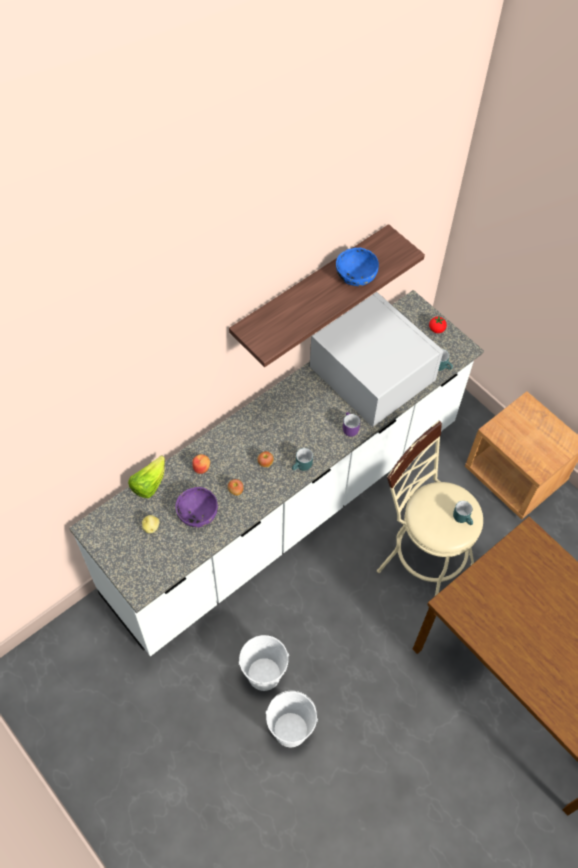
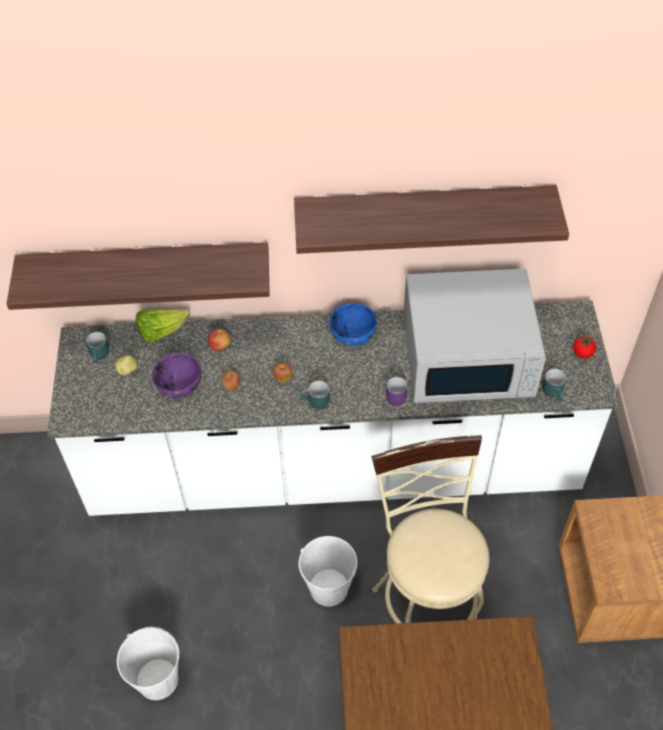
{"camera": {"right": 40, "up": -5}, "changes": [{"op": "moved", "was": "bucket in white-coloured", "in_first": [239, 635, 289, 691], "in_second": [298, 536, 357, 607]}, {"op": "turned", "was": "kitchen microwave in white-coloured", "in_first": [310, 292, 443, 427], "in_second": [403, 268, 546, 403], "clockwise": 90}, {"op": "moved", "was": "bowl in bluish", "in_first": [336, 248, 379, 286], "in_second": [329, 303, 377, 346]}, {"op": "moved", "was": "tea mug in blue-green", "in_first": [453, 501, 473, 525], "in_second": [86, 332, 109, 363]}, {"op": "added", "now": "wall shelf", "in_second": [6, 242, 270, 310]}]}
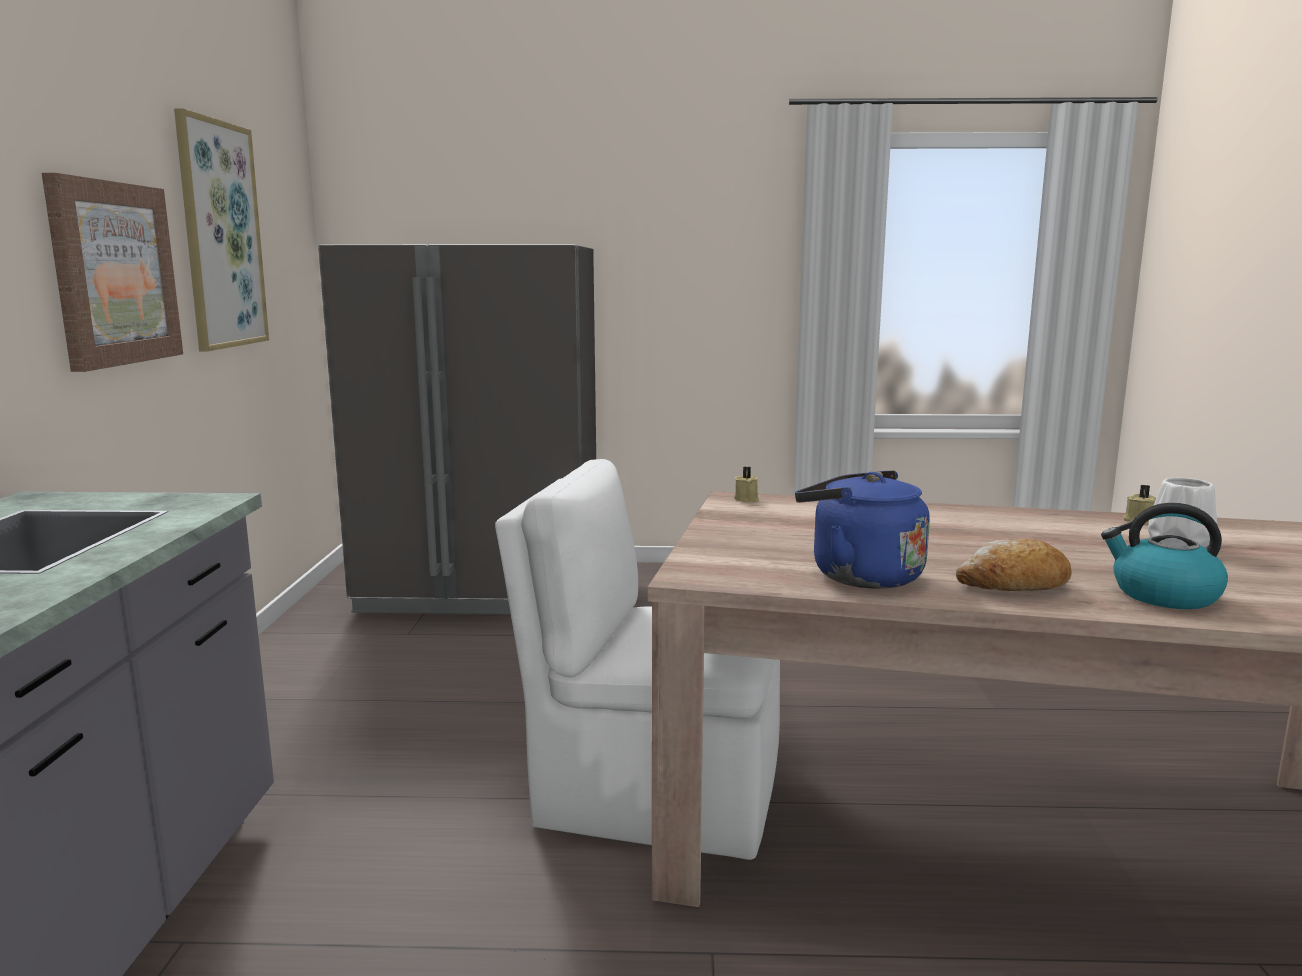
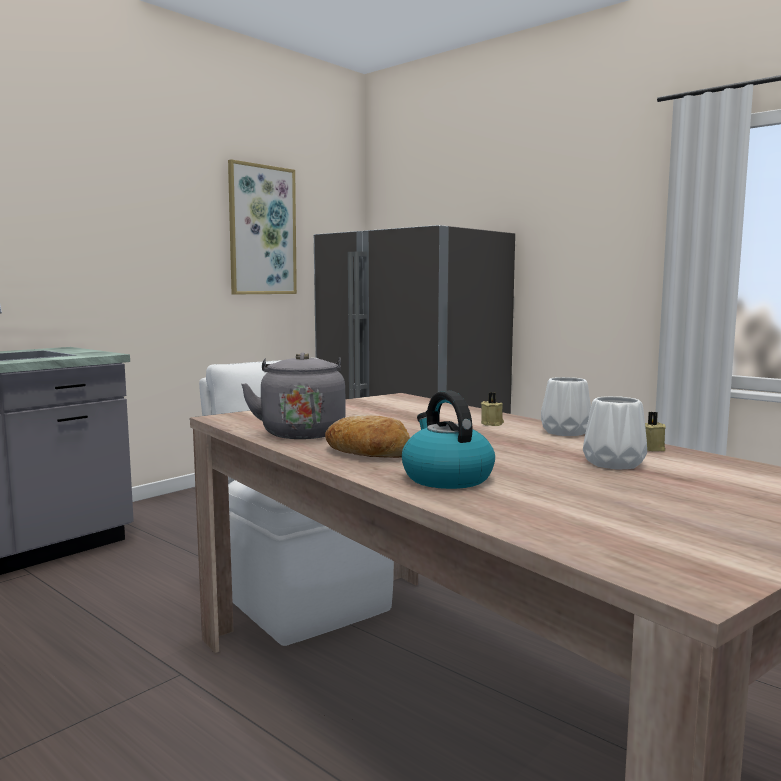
{"camera": {"right": 40, "up": -5}, "changes": [{"op": "removed", "was": "picture", "in_first": [42, 173, 183, 372]}, {"op": "moved", "was": "candle in beige", "in_first": [734, 467, 759, 503], "in_second": [481, 392, 504, 426]}, {"op": "recoloured", "was": "tea kettle in bluish", "now": "tea kettle in gray", "in_first": [795, 470, 930, 589], "in_second": [241, 352, 346, 439]}, {"op": "added", "now": "flower vase in white-coloured", "in_second": [541, 377, 591, 436]}]}
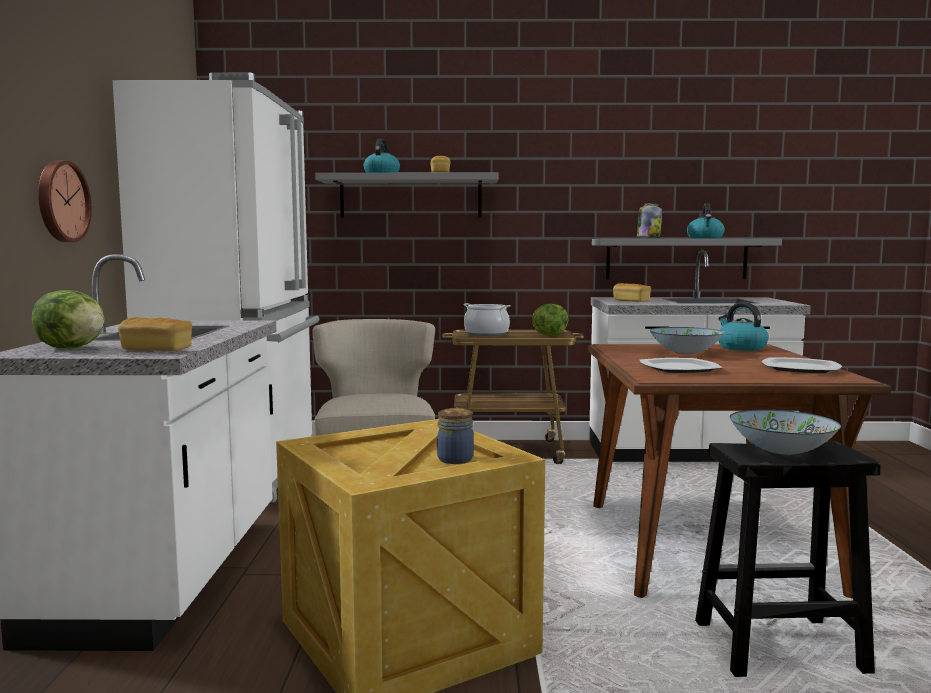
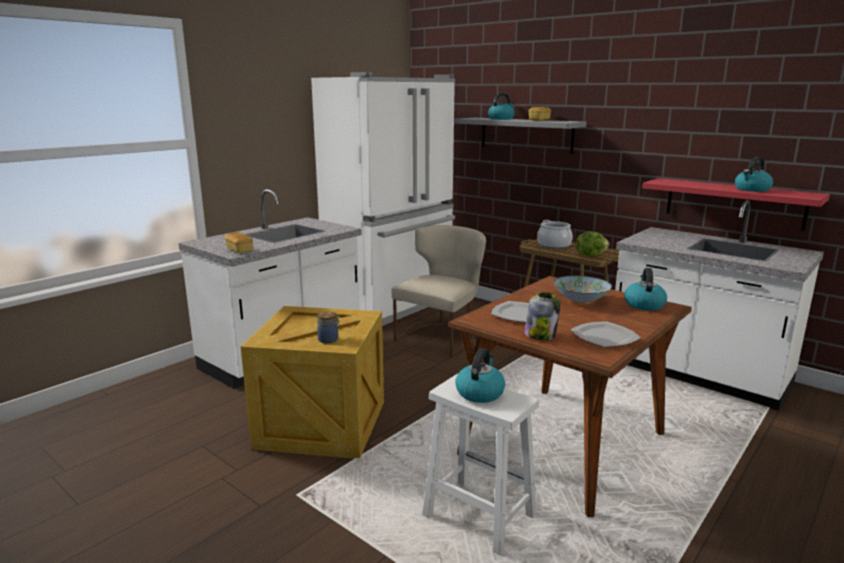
{"camera": {"right": 40, "up": 10}, "changes": [{"op": "removed", "was": "lettuce", "in_first": [32, 290, 105, 348]}, {"op": "removed", "was": "clock on the wall", "in_first": [38, 160, 92, 242]}, {"op": "recoloured", "was": "wall shelf in gray", "now": "wall shelf in reddish", "in_first": [592, 239, 782, 279], "in_second": [642, 178, 830, 231]}, {"op": "removed", "was": "bread", "in_first": [613, 283, 651, 302]}, {"op": "moved", "was": "jar", "in_first": [637, 203, 662, 239], "in_second": [525, 292, 561, 340]}, {"op": "recoloured", "was": "stool seat in blackish", "now": "stool seat in white-coloured", "in_first": [695, 442, 881, 677], "in_second": [422, 374, 539, 556]}, {"op": "replaced", "was": "bowl", "now": "tea kettle", "in_first": [730, 409, 841, 455], "in_second": [455, 348, 505, 403]}]}
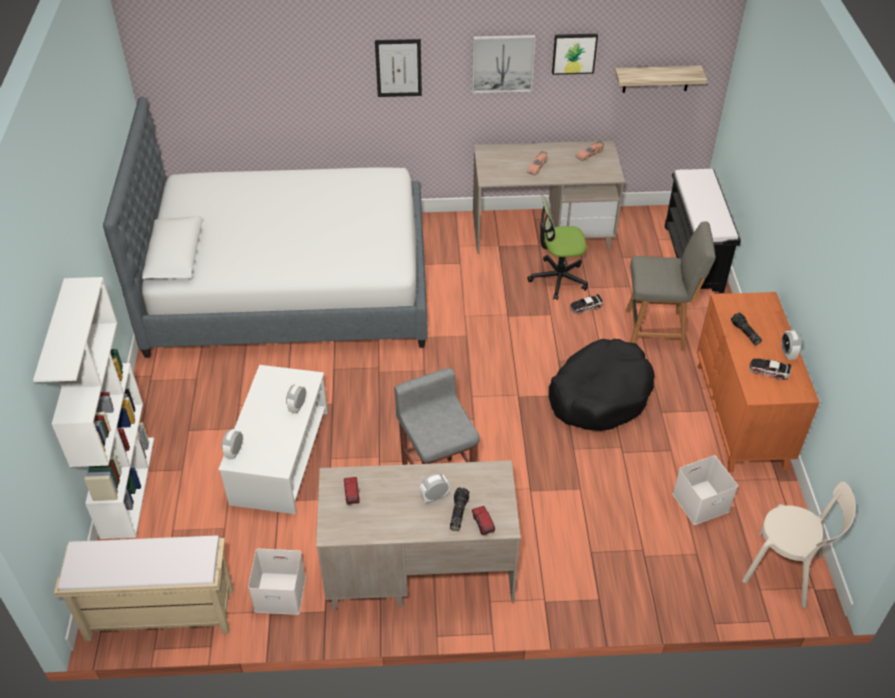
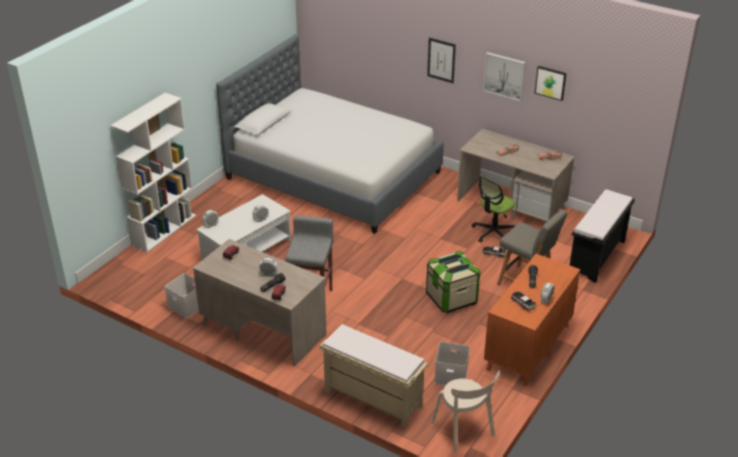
{"camera": {"right": 35, "up": -10}, "changes": [{"op": "moved", "was": "bench in beige", "in_first": [54, 535, 234, 641], "in_second": [319, 324, 428, 428]}, {"op": "turned", "was": "desk chair", "in_first": [527, 195, 588, 300], "in_second": [472, 176, 515, 242], "clockwise": -75}, {"op": "replaced", "was": "pet bed in blackish", "now": "storage bin", "in_first": [549, 339, 655, 431], "in_second": [426, 251, 480, 313]}, {"op": "removed", "was": "wall shelf", "in_first": [615, 66, 707, 93]}]}
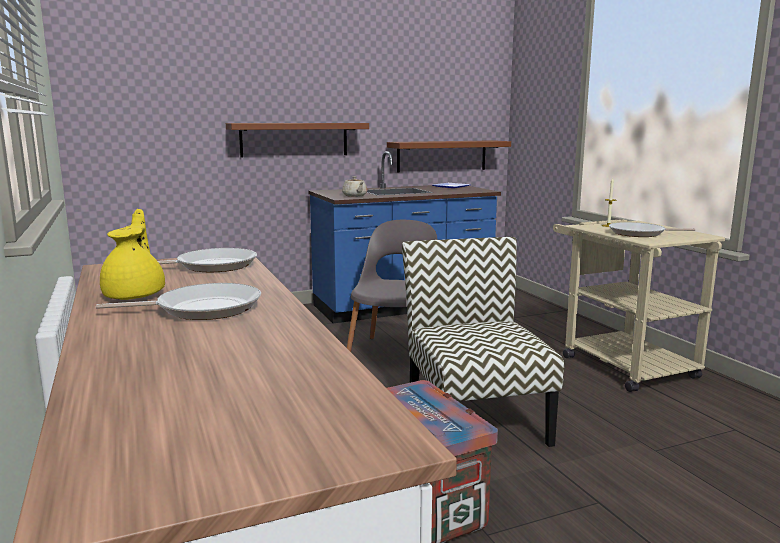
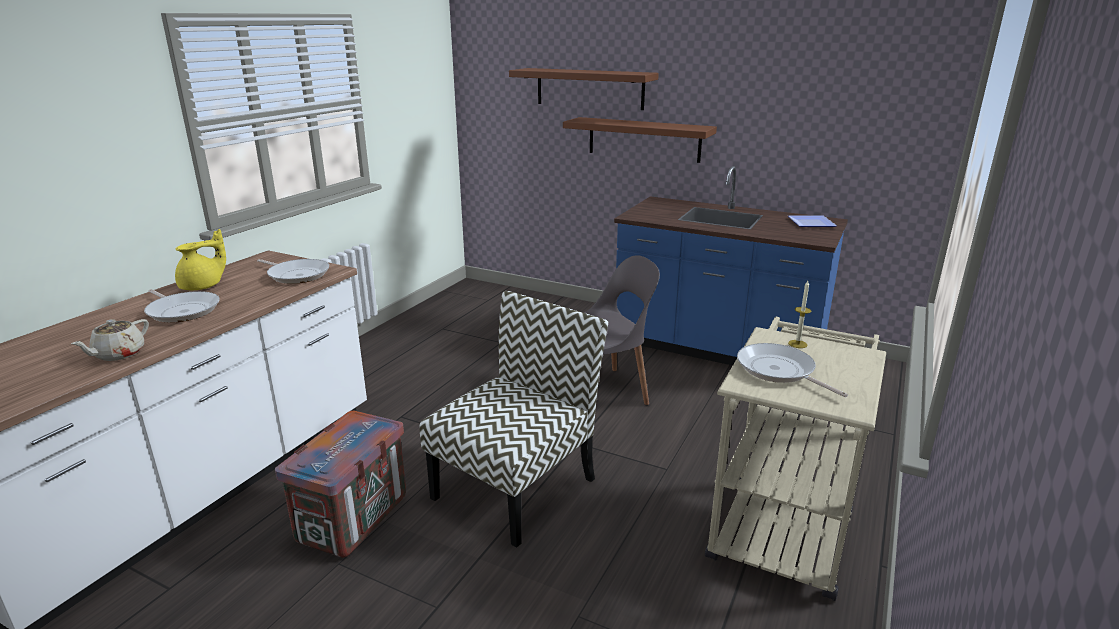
{"camera": {"right": 50, "up": 10}, "changes": [{"op": "moved", "was": "pot for tea in beige", "in_first": [342, 176, 367, 197], "in_second": [71, 319, 149, 361]}, {"op": "moved", "was": "wall shelf in brown-coloured", "in_first": [387, 140, 511, 173], "in_second": [509, 68, 659, 110]}]}
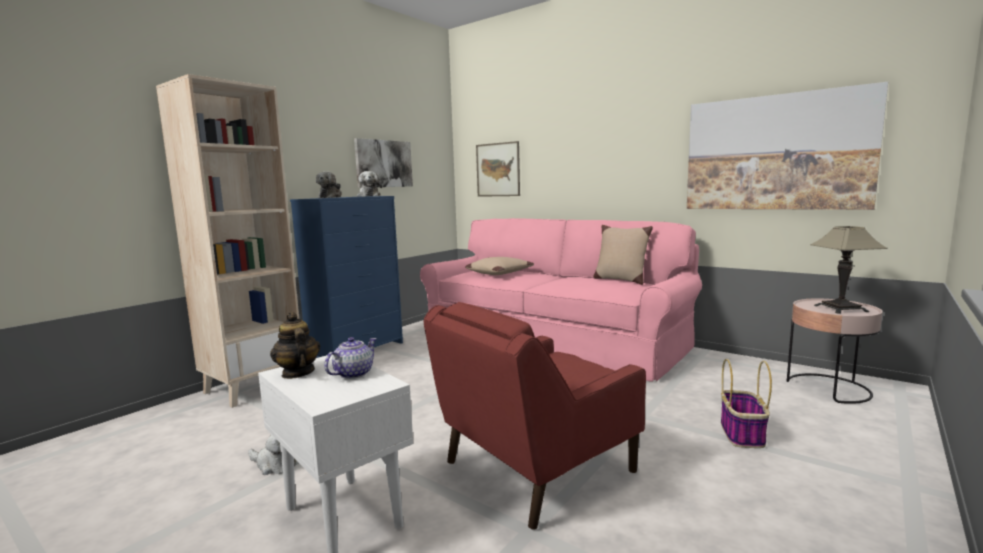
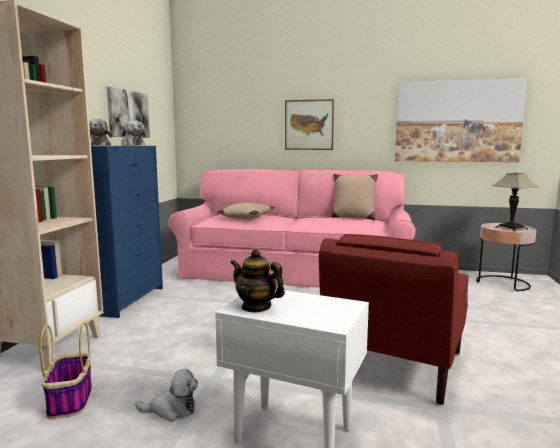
{"camera": {"right": -25, "up": 0}, "changes": [{"op": "removed", "was": "pot for tea", "in_first": [324, 337, 377, 379]}, {"op": "moved", "was": "picture", "in_first": [476, 141, 520, 197], "in_second": [285, 99, 334, 150]}, {"op": "moved", "was": "basket", "in_first": [721, 359, 772, 448], "in_second": [39, 323, 92, 419]}]}
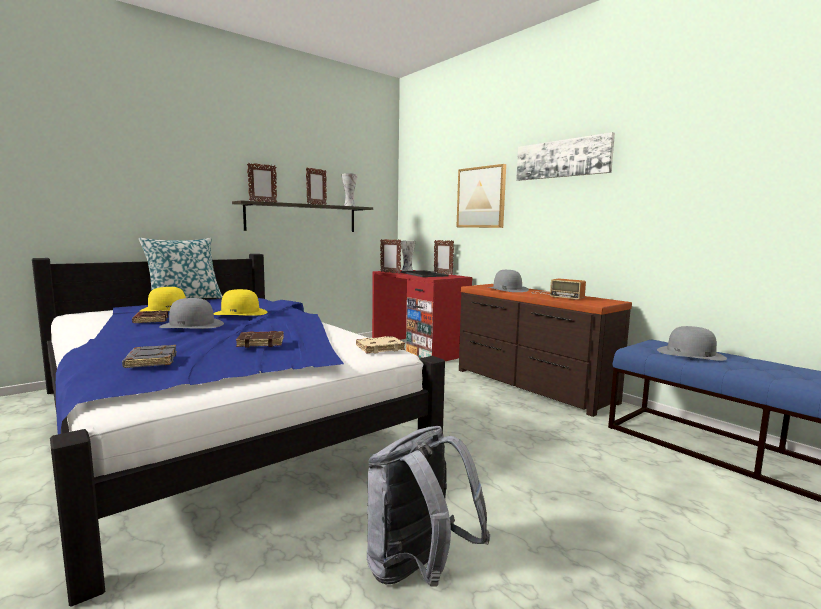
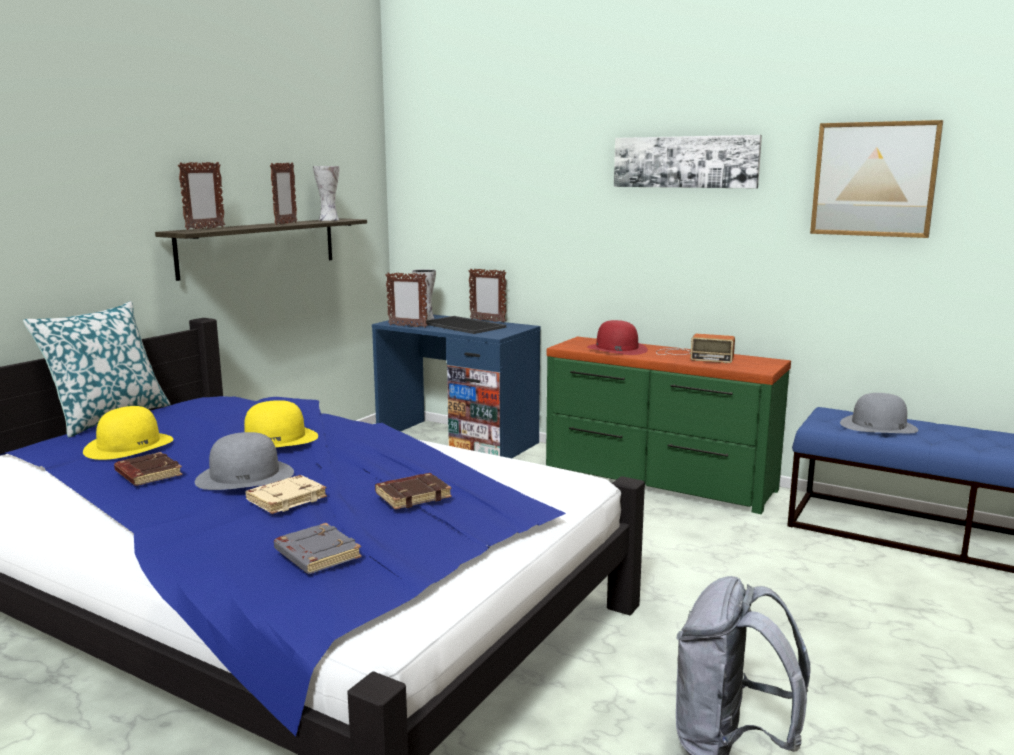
{"camera": {"right": -20, "up": 5}, "changes": [{"op": "moved", "was": "volume in beige", "in_first": [356, 336, 405, 354], "in_second": [246, 475, 327, 514]}, {"op": "recoloured", "was": "desk in reddish", "now": "desk in bluish", "in_first": [372, 270, 472, 361], "in_second": [372, 315, 541, 458]}, {"op": "moved", "was": "picture", "in_first": [456, 164, 506, 228], "in_second": [810, 120, 943, 238]}, {"op": "recoloured", "was": "dresser in brown-coloured", "now": "dresser in green-coloured", "in_first": [459, 284, 632, 417], "in_second": [546, 337, 791, 514]}, {"op": "recoloured", "was": "wearable hat in gray", "now": "wearable hat in reddish", "in_first": [487, 270, 529, 292], "in_second": [587, 320, 648, 355]}]}
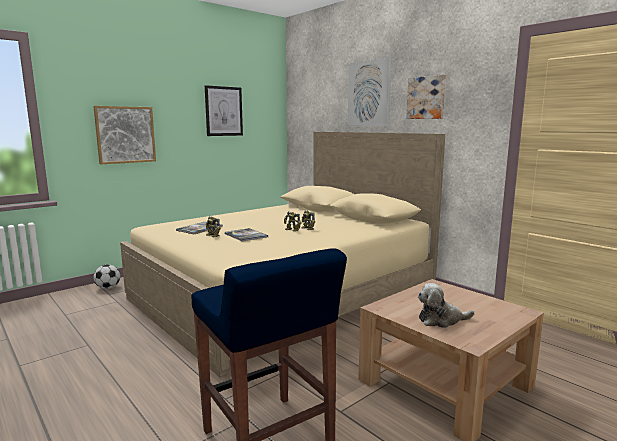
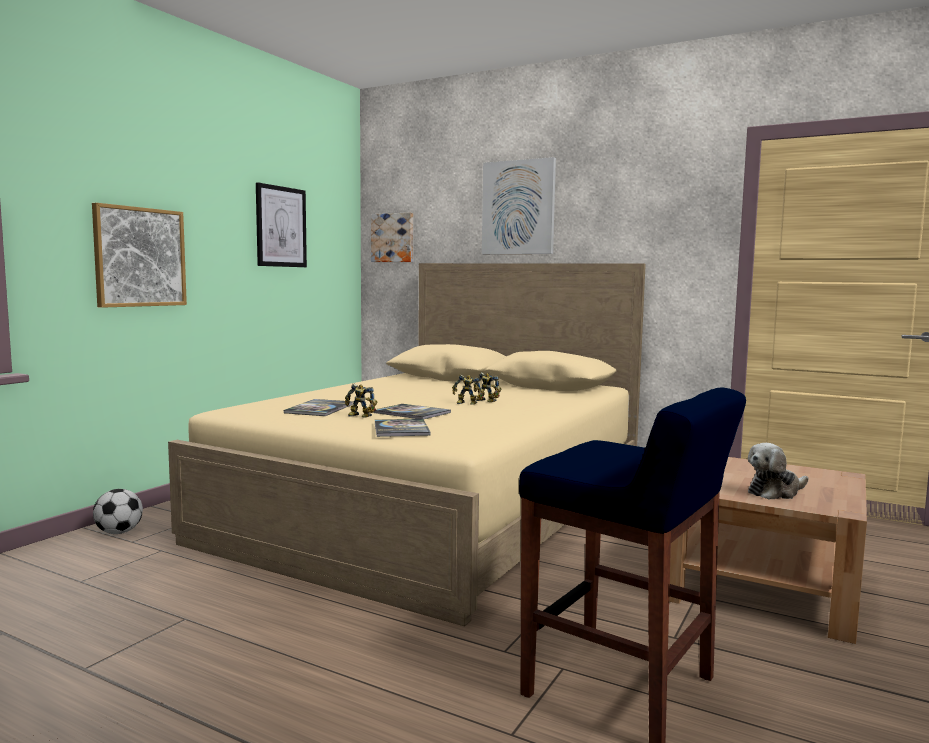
{"camera": {"right": -20, "up": -5}, "changes": [{"op": "moved", "was": "picture", "in_first": [406, 75, 446, 119], "in_second": [371, 212, 413, 262]}, {"op": "added", "now": "volume", "in_second": [375, 419, 431, 437]}]}
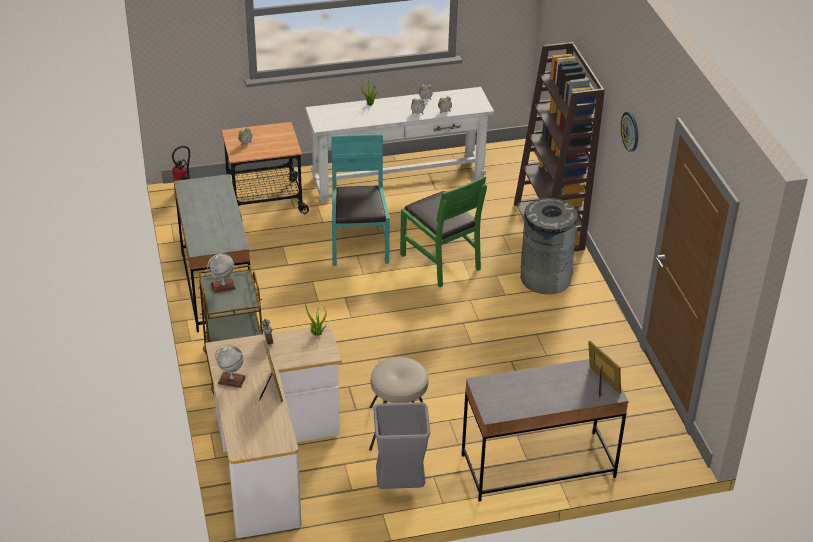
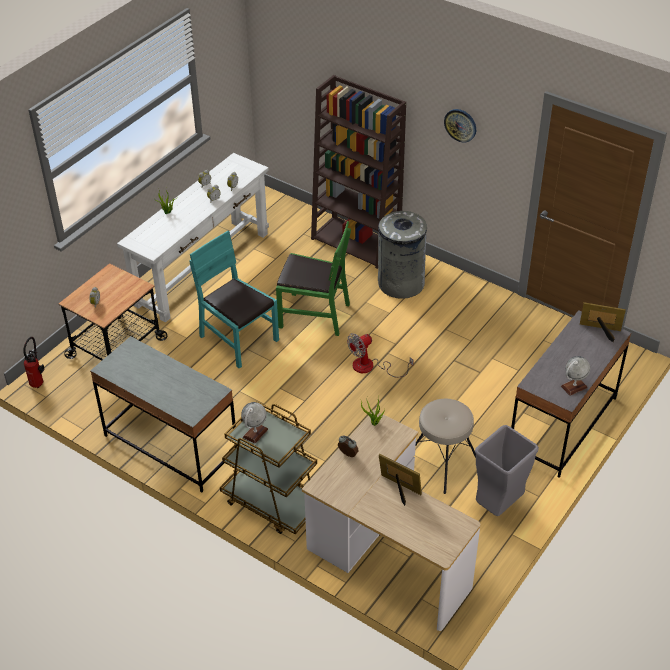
{"camera": {"right": -40, "up": 5}, "changes": [{"op": "moved", "was": "world globe", "in_first": [215, 346, 246, 388], "in_second": [561, 356, 590, 396]}, {"op": "added", "now": "cooling fan", "in_second": [347, 333, 414, 377]}]}
